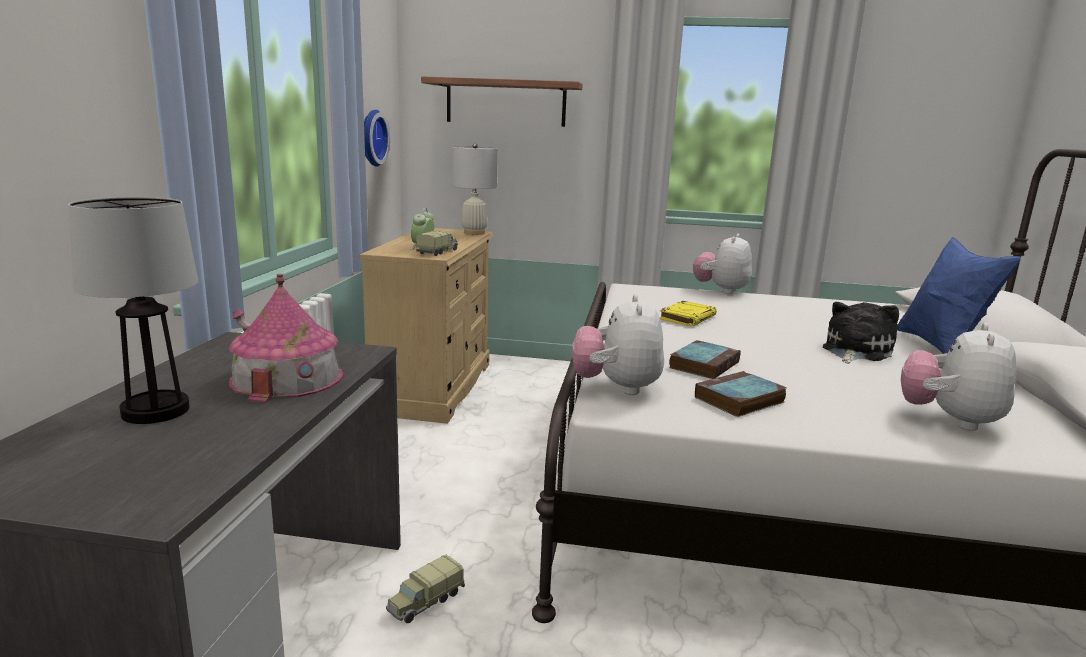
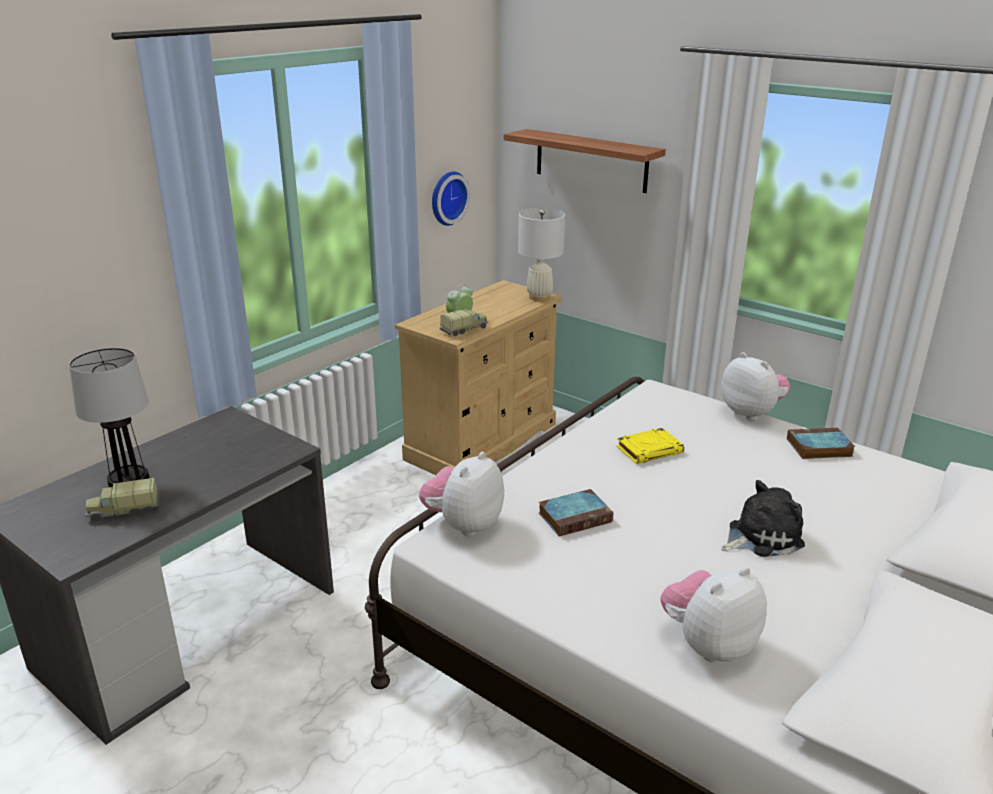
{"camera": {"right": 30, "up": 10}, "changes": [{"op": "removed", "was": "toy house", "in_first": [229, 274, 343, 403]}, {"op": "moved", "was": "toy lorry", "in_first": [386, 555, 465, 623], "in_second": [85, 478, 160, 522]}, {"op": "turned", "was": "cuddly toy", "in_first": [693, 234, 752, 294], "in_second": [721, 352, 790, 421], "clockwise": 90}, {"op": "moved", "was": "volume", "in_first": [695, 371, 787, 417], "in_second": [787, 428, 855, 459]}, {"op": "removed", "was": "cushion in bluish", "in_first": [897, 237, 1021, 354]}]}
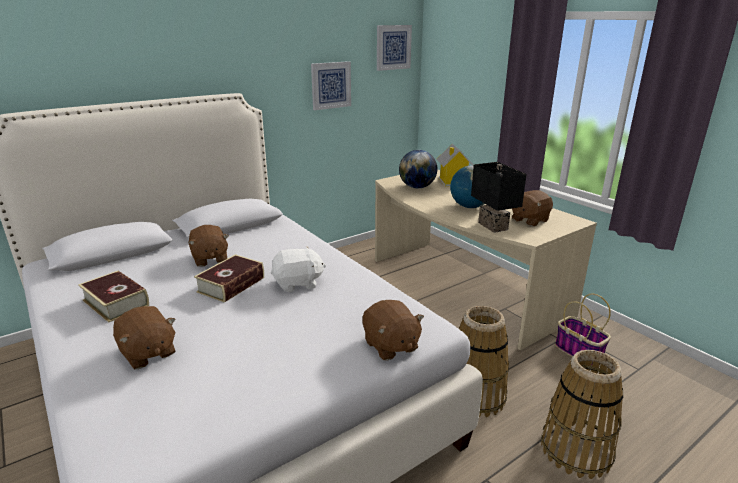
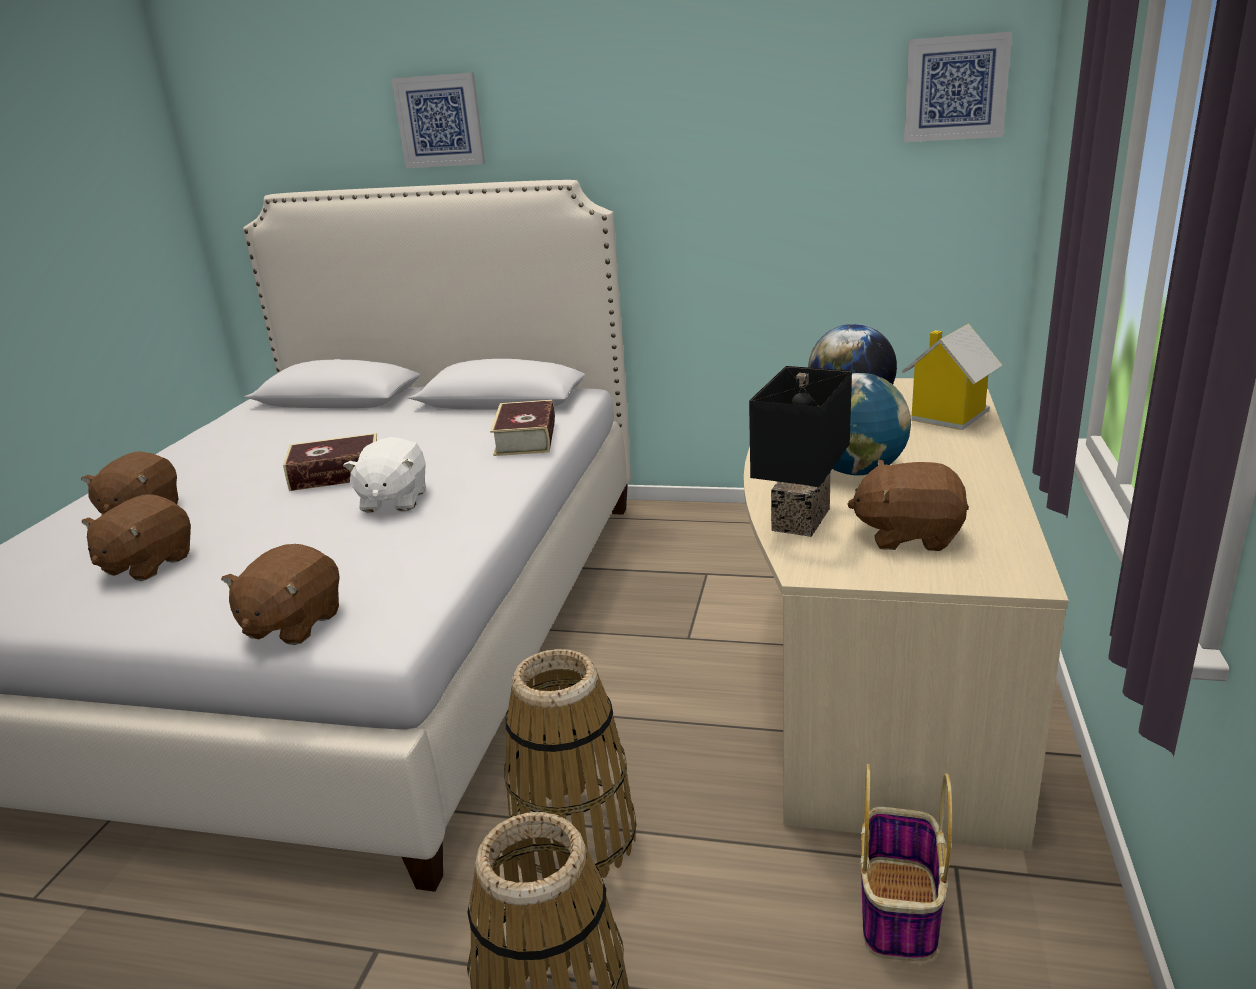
{"camera": {"right": 50, "up": 0}, "changes": [{"op": "moved", "was": "volume", "in_first": [78, 271, 149, 323], "in_second": [490, 400, 555, 456]}, {"op": "moved", "was": "cuddly toy in brown-coloured", "in_first": [188, 225, 229, 267], "in_second": [82, 494, 191, 581]}, {"op": "turned", "was": "cuddly toy in white-coloured", "in_first": [271, 246, 326, 292], "in_second": [343, 437, 426, 513], "clockwise": 60}, {"op": "moved", "was": "picture", "in_first": [311, 61, 351, 110], "in_second": [392, 72, 485, 168]}]}
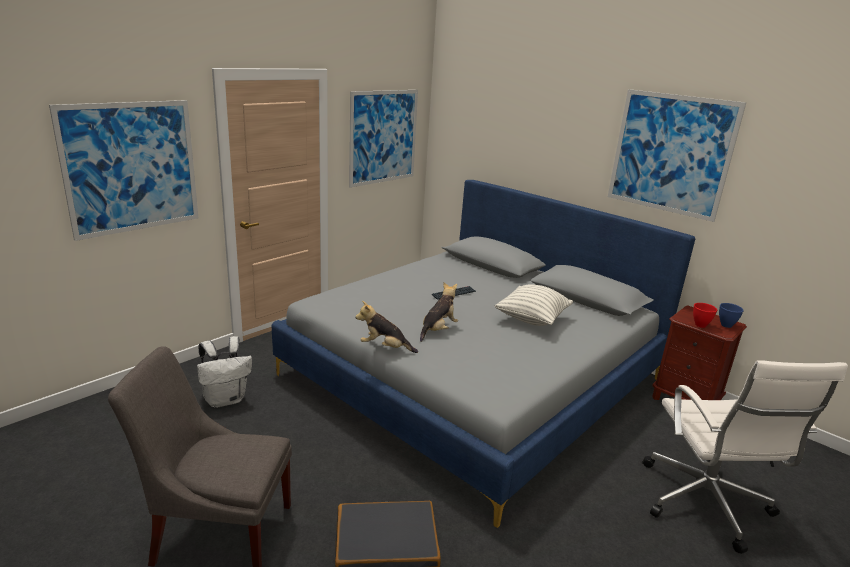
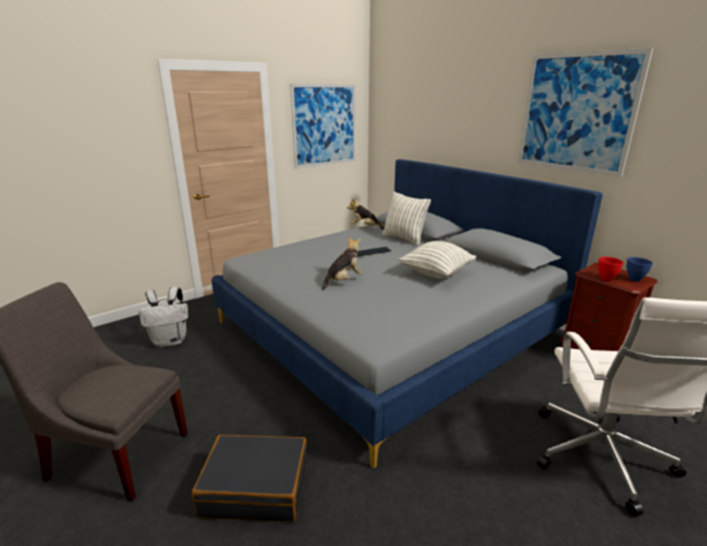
{"camera": {"right": 10, "up": 0}, "changes": [{"op": "removed", "was": "picture", "in_first": [49, 100, 198, 241]}, {"op": "moved", "was": "cuddly toy", "in_first": [355, 301, 418, 353], "in_second": [347, 198, 384, 230]}, {"op": "added", "now": "cushion", "in_second": [382, 192, 431, 246]}]}
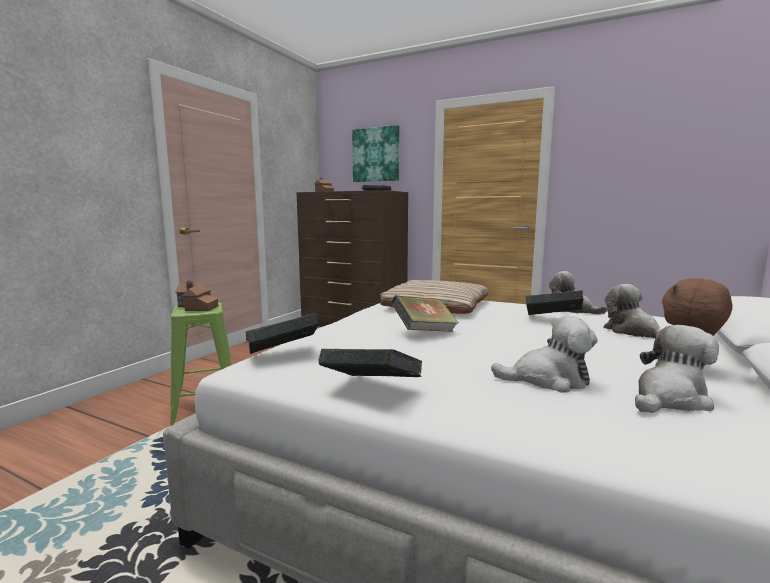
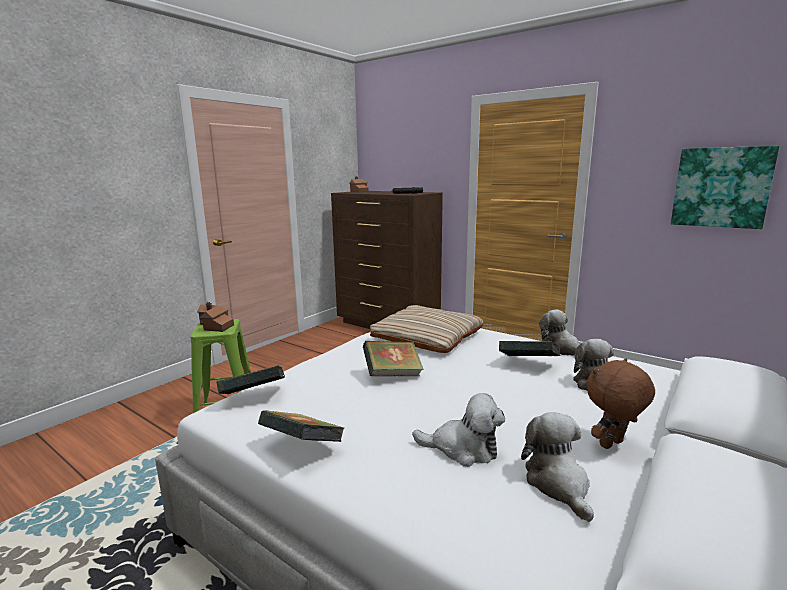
{"camera": {"right": 10, "up": 5}, "changes": [{"op": "moved", "was": "picture", "in_first": [352, 125, 399, 182], "in_second": [671, 146, 779, 229]}, {"op": "turned", "was": "cuddly toy", "in_first": [635, 325, 719, 413], "in_second": [521, 412, 594, 522], "clockwise": -75}]}
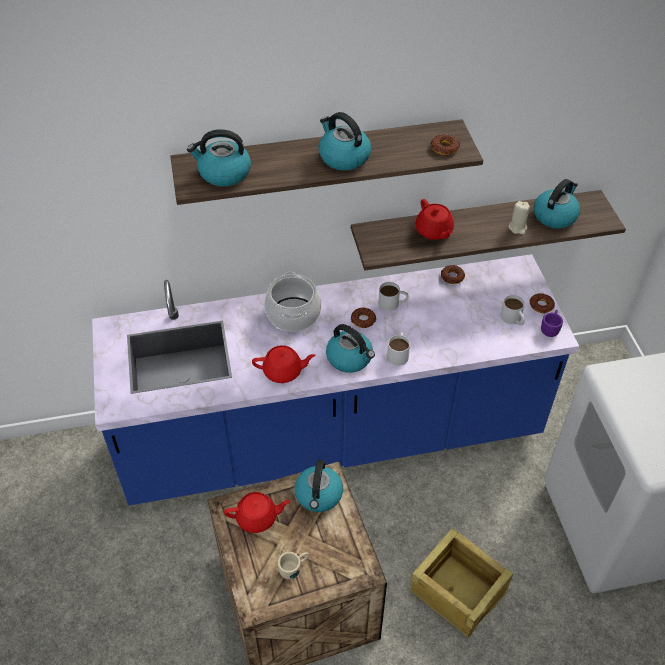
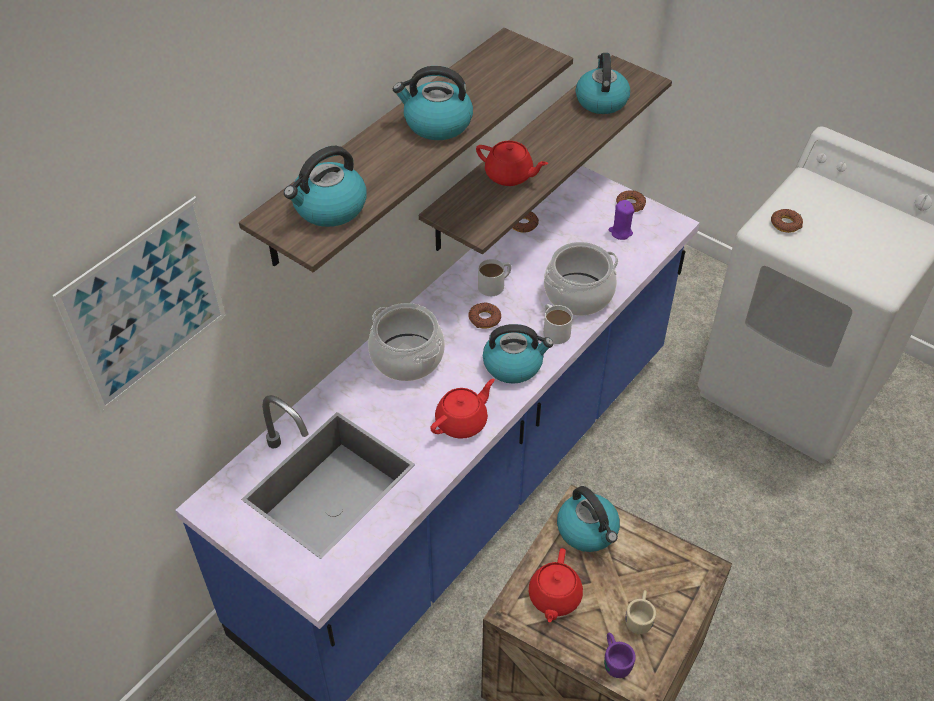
{"camera": {"right": -40, "up": 0}, "changes": [{"op": "turned", "was": "pot for tea in reddish", "in_first": [224, 492, 291, 533], "in_second": [529, 548, 583, 622], "clockwise": 150}, {"op": "removed", "was": "packing crate", "in_first": [410, 529, 514, 637]}, {"op": "moved", "was": "donut", "in_first": [431, 134, 460, 155], "in_second": [771, 209, 803, 233]}, {"op": "replaced", "was": "tea mug in white-coloured", "now": "candle in purple", "in_first": [500, 295, 525, 326], "in_second": [609, 200, 634, 240]}, {"op": "removed", "was": "candle in beige", "in_first": [509, 201, 530, 234]}, {"op": "moved", "was": "tea mug in purple", "in_first": [541, 310, 563, 337], "in_second": [604, 632, 636, 678]}, {"op": "added", "now": "picture", "in_second": [52, 196, 226, 413]}, {"op": "added", "now": "stockpot", "in_second": [544, 242, 618, 316]}]}
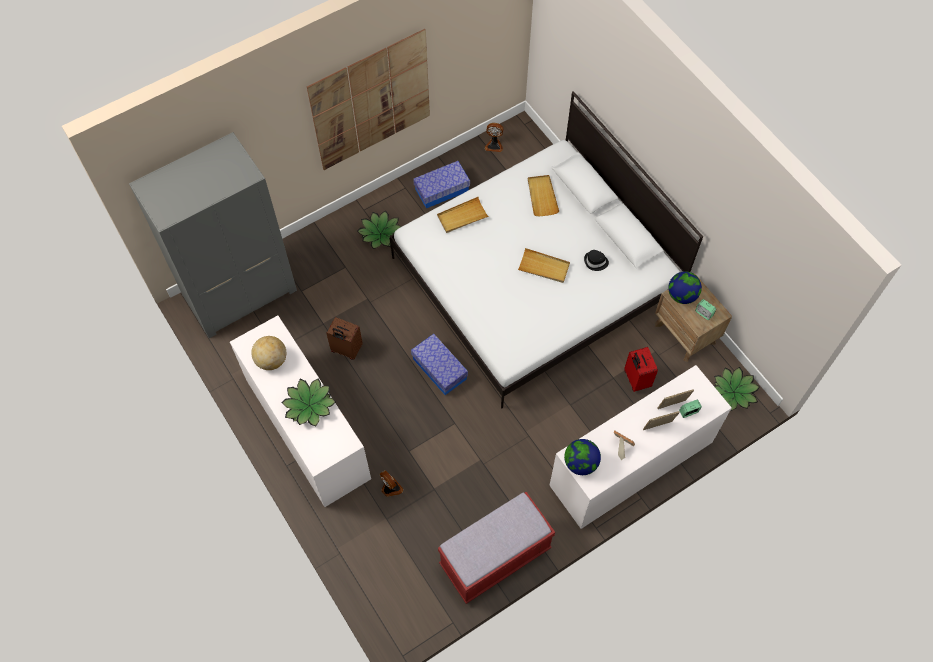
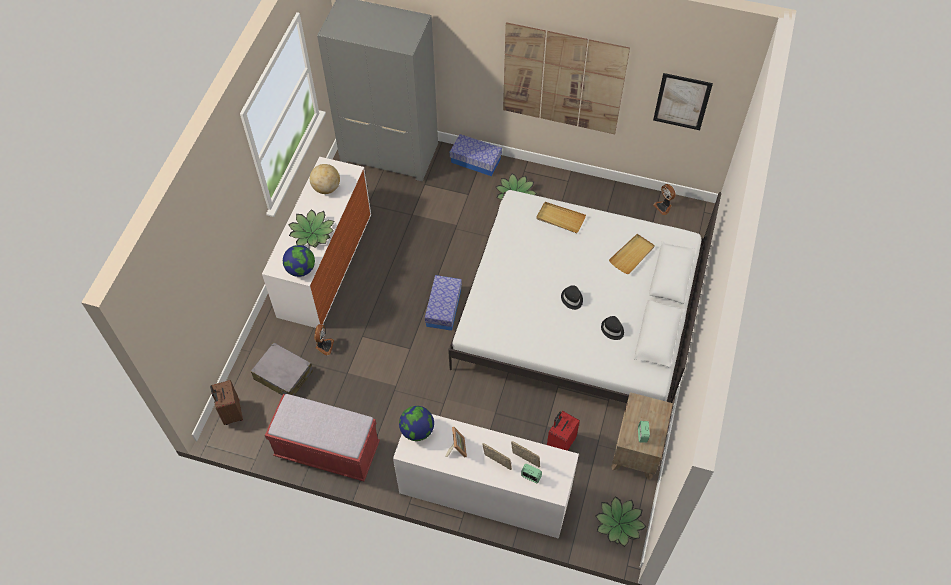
{"camera": {"right": 50, "up": -5}, "changes": [{"op": "moved", "was": "travel case in brown-coloured", "in_first": [326, 317, 363, 360], "in_second": [210, 380, 243, 425]}, {"op": "moved", "was": "storage bin", "in_first": [413, 161, 470, 208], "in_second": [450, 134, 502, 176]}, {"op": "replaced", "was": "serving tray in beige", "now": "wearable hat in blackish", "in_first": [518, 248, 570, 283], "in_second": [561, 285, 583, 310]}, {"op": "moved", "was": "world globe", "in_first": [668, 271, 702, 304], "in_second": [283, 245, 315, 277]}, {"op": "added", "now": "travel case in gray", "in_second": [251, 342, 313, 396]}, {"op": "added", "now": "picture", "in_second": [653, 73, 713, 130]}]}
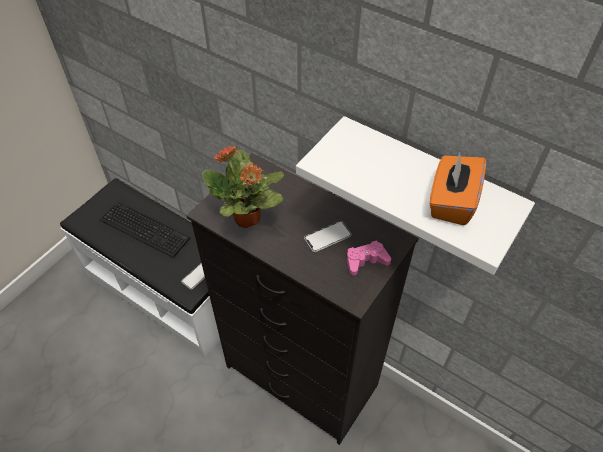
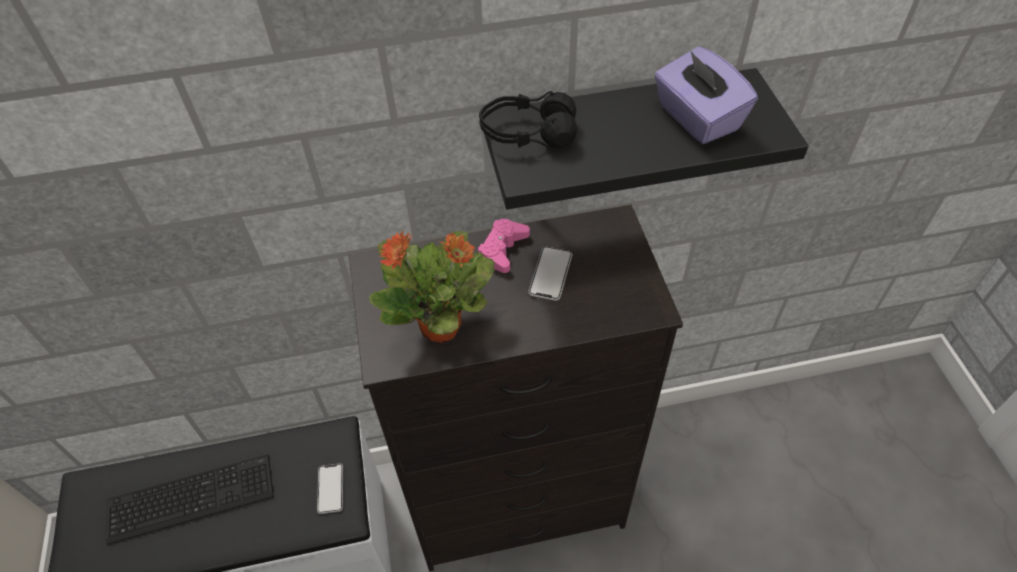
{"camera": {"right": -45, "up": 0}, "changes": [{"op": "recoloured", "was": "wall shelf in white-coloured", "now": "wall shelf in blackish", "in_first": [296, 116, 535, 275], "in_second": [482, 68, 809, 210]}, {"op": "moved", "was": "gamepad in pink-coloured", "in_first": [347, 241, 391, 275], "in_second": [478, 219, 530, 273]}, {"op": "recoloured", "was": "tissue holder in orange-coloured", "now": "tissue holder in purple", "in_first": [430, 153, 486, 225], "in_second": [654, 46, 758, 144]}, {"op": "added", "now": "pair of headphones in blackish", "in_second": [479, 91, 578, 149]}]}
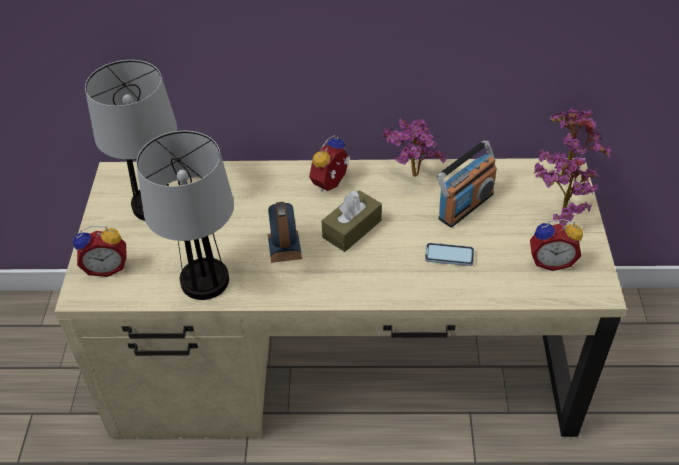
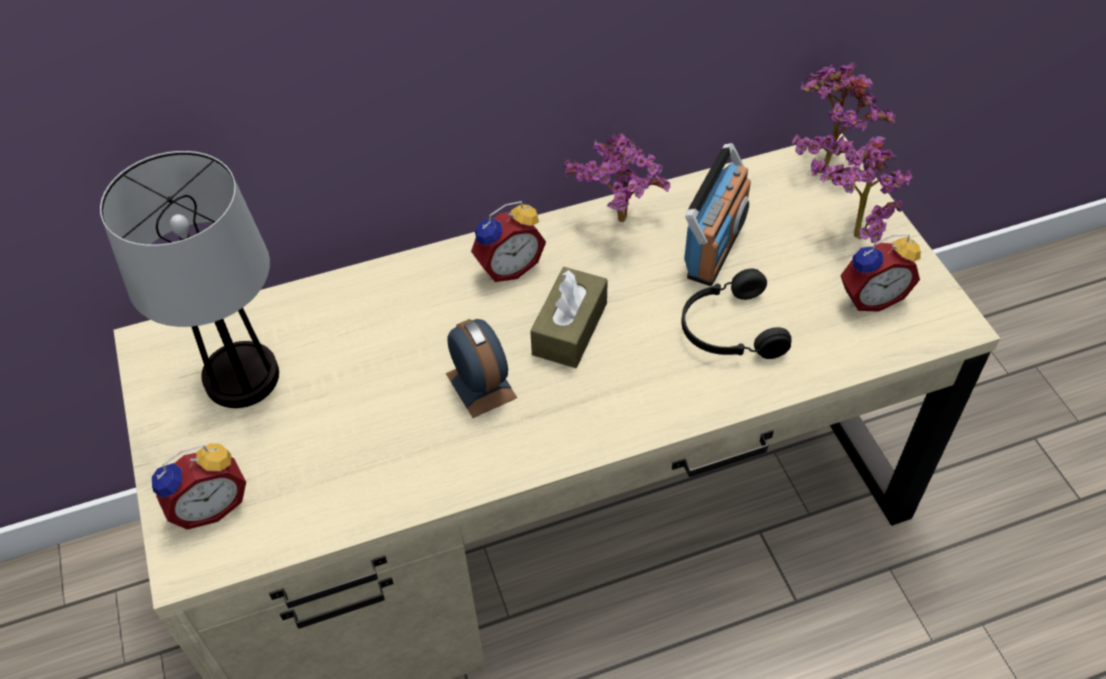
{"camera": {"right": -20, "up": 5}, "changes": [{"op": "removed", "was": "lamp for a table", "in_first": [136, 131, 234, 300]}, {"op": "turned", "was": "bedside clock", "in_first": [309, 135, 351, 192], "in_second": [471, 201, 546, 282], "clockwise": -135}, {"op": "replaced", "was": "handset", "now": "pair of headphones in blackish", "in_first": [425, 243, 474, 266], "in_second": [681, 268, 792, 359]}]}
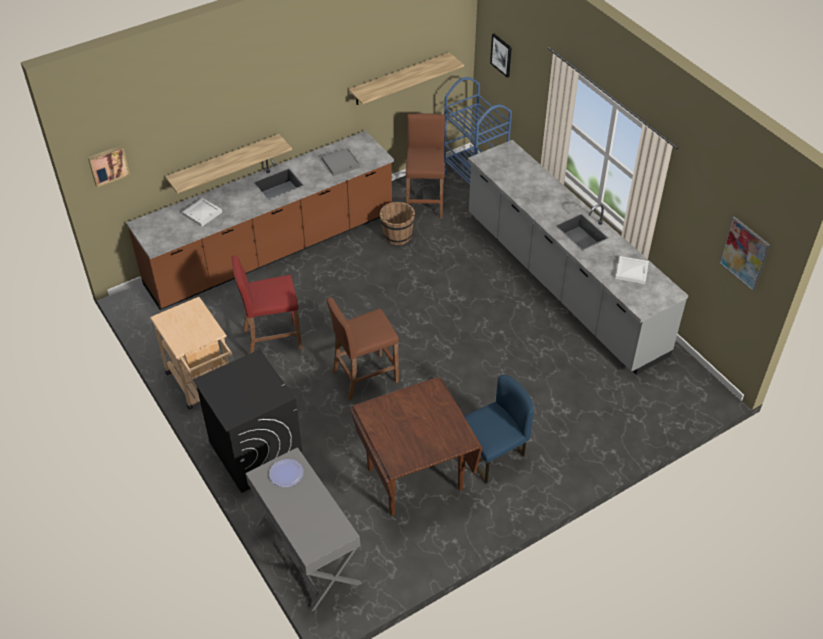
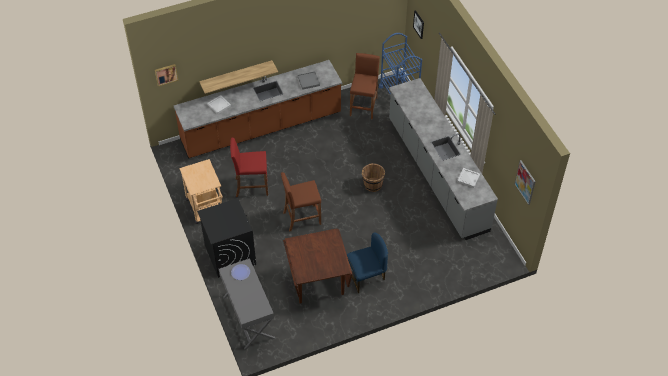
{"camera": {"right": 10, "up": 5}, "changes": [{"op": "removed", "was": "wall shelf", "in_first": [349, 52, 464, 105]}, {"op": "moved", "was": "bucket in brown-coloured", "in_first": [380, 202, 415, 245], "in_second": [362, 163, 385, 192]}]}
